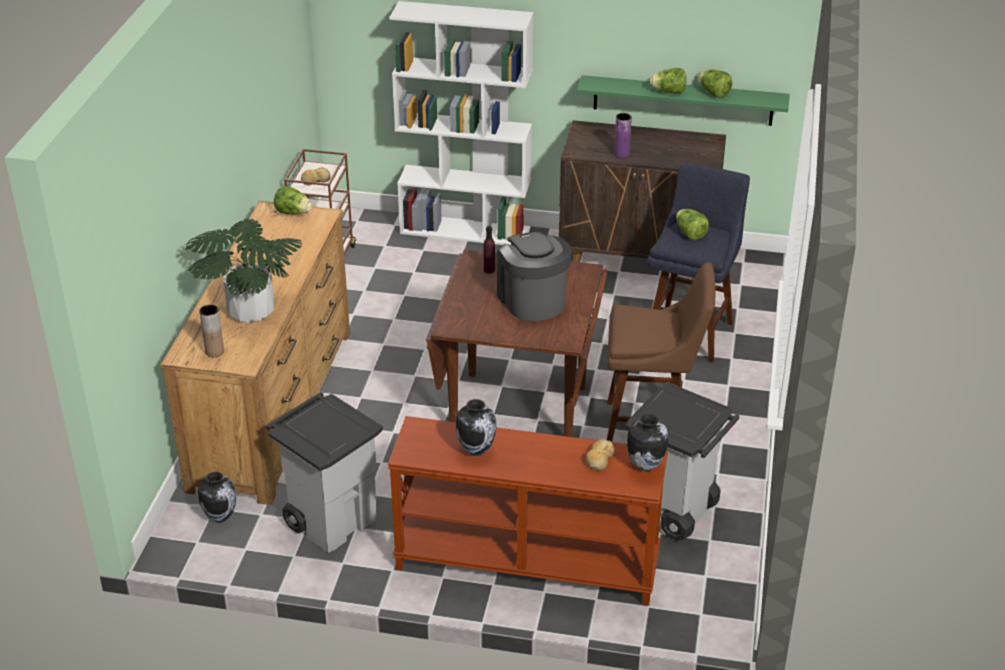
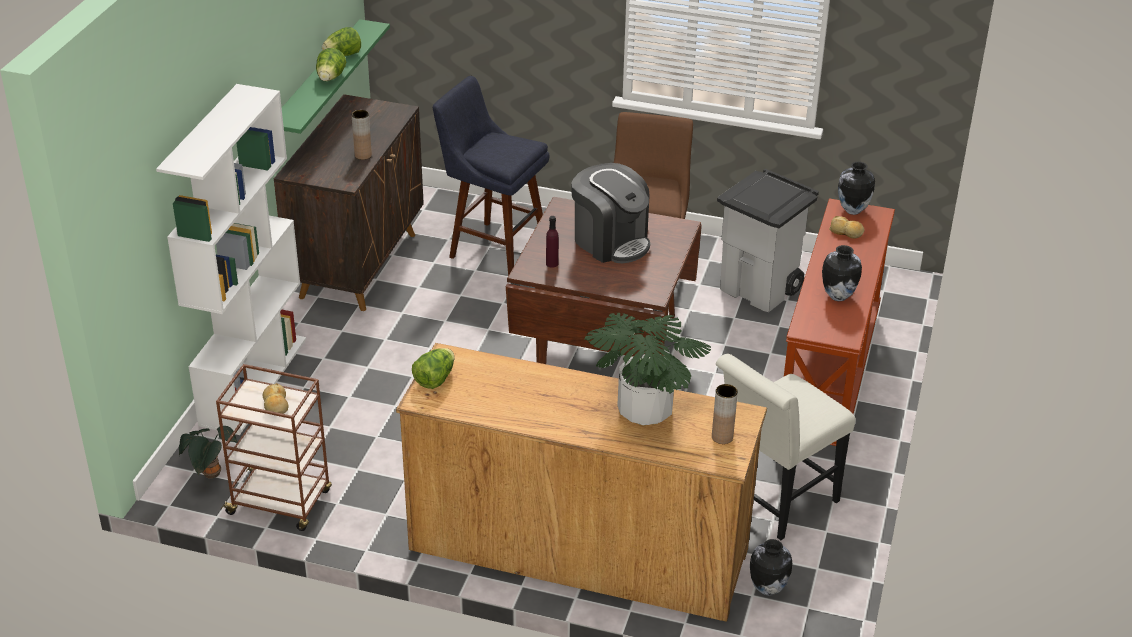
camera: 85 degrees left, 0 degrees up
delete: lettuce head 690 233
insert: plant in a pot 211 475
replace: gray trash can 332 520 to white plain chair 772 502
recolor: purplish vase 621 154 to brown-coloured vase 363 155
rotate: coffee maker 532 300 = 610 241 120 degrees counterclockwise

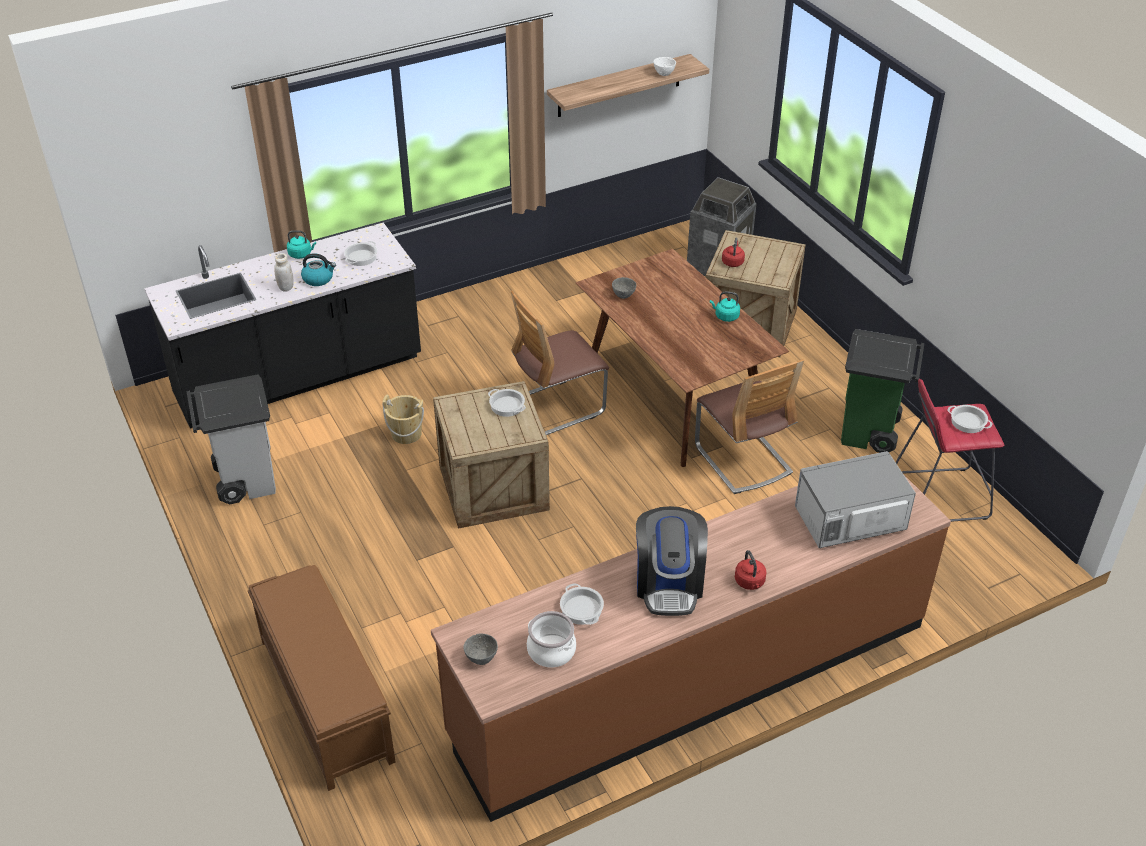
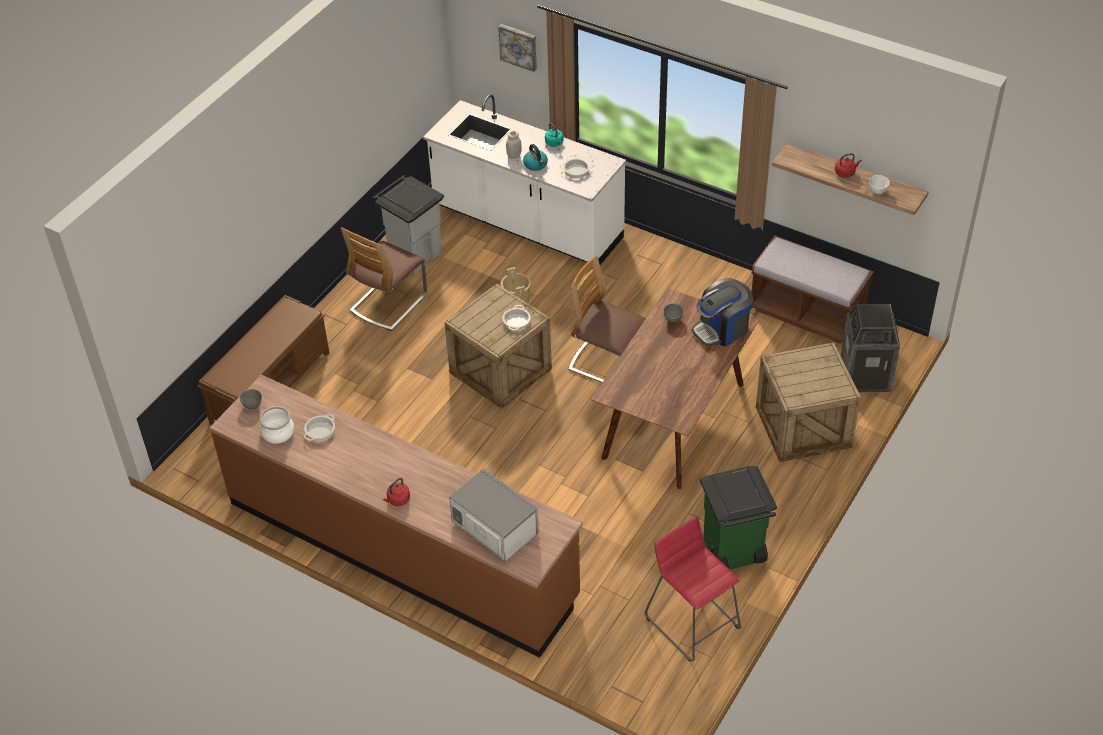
camera: 60 degrees right, 5 degrees up
delete: turquoise-coloured tea kettle 725 316; cooking pot 967 422
insert: wall art 519 46; brown-coloured indoor bench 807 314
move: reddish tea kettle 732 262 to 845 173; plain chair 742 459 to 388 303; coffee maker 669 583 to 722 329
recolor: black-coloured kitchen base unit 299 378 to white kitchen base unit 527 224

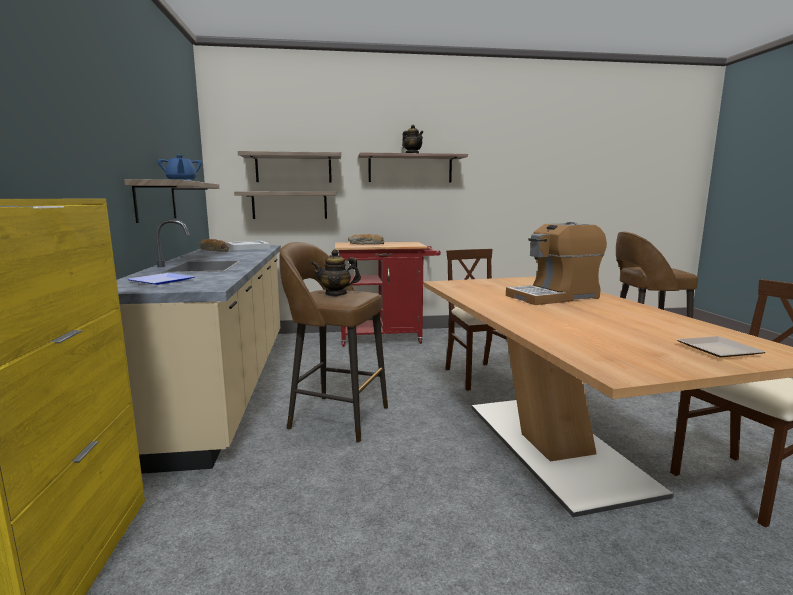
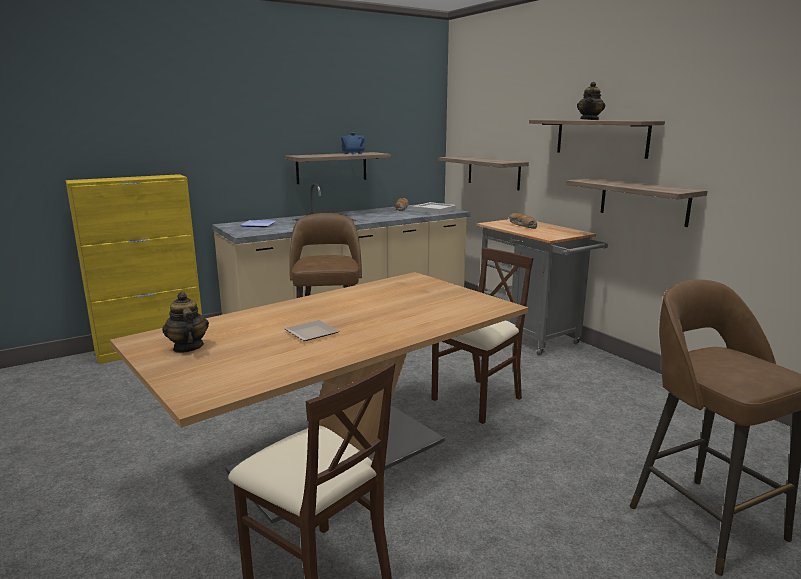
camera: 65 degrees right, 5 degrees up
delete: coffee maker 554 297
move: bracket shelf 293 168 to 643 201; tea pot 336 294 to 187 347; dinner plate 722 350 to 311 334
recolor: reddish wheeled cart 386 338 to gray wheeled cart 532 337

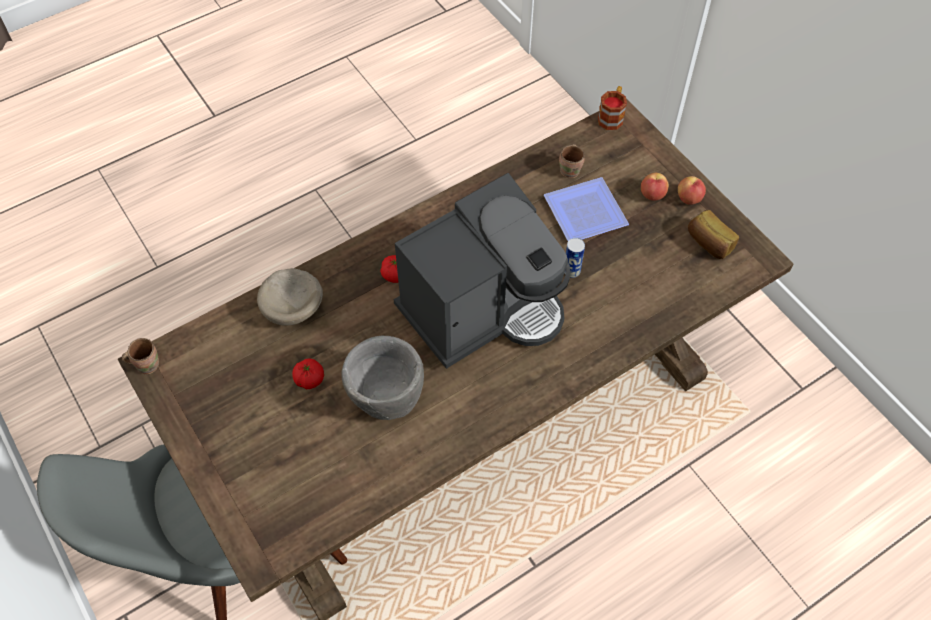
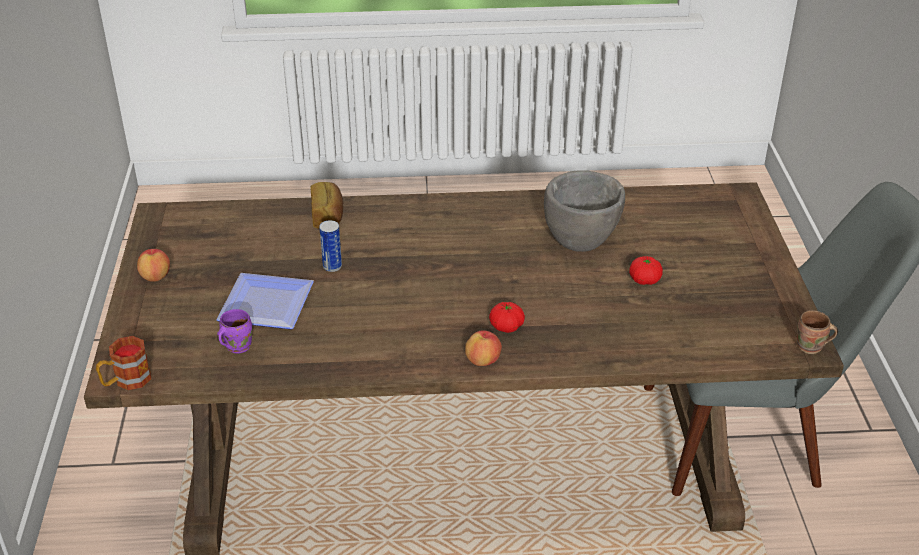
camera: 150 degrees left, 20 degrees down
delete: coffee maker 482 308; sand-coloured serving bowl 294 308
move: apple 652 195 to 483 360; bread 709 243 to 328 216
recolor: brown-coloured tea mug 571 170 to purplish tea mug 236 346

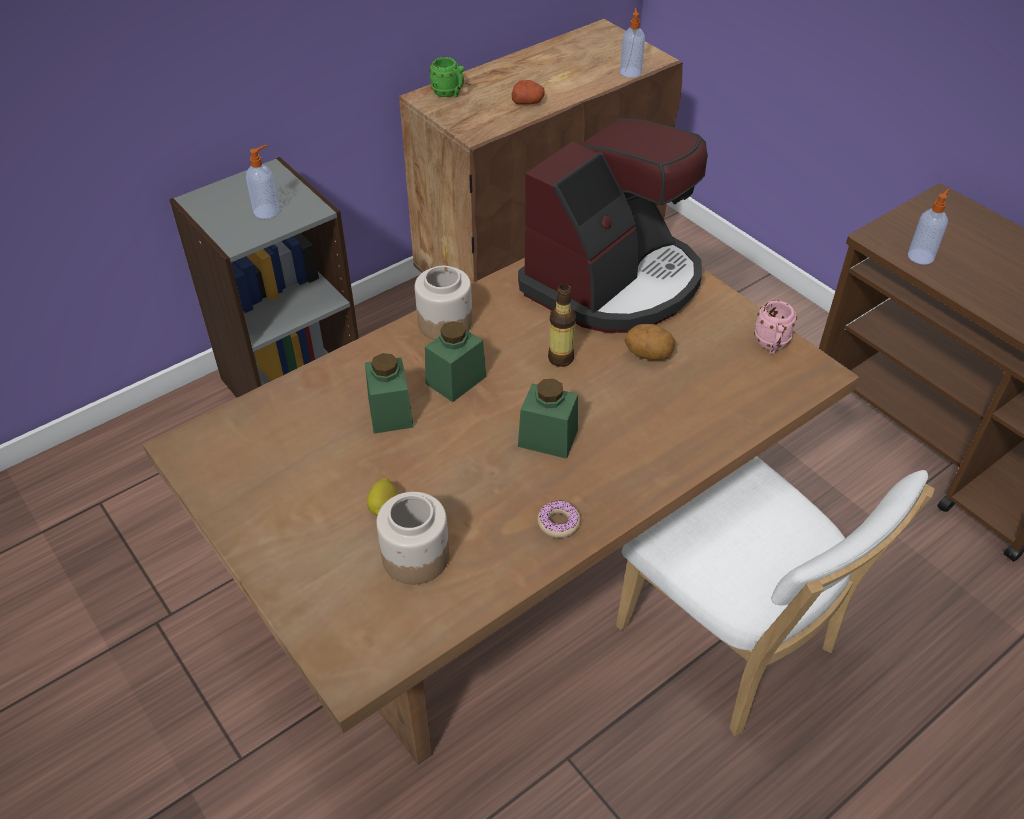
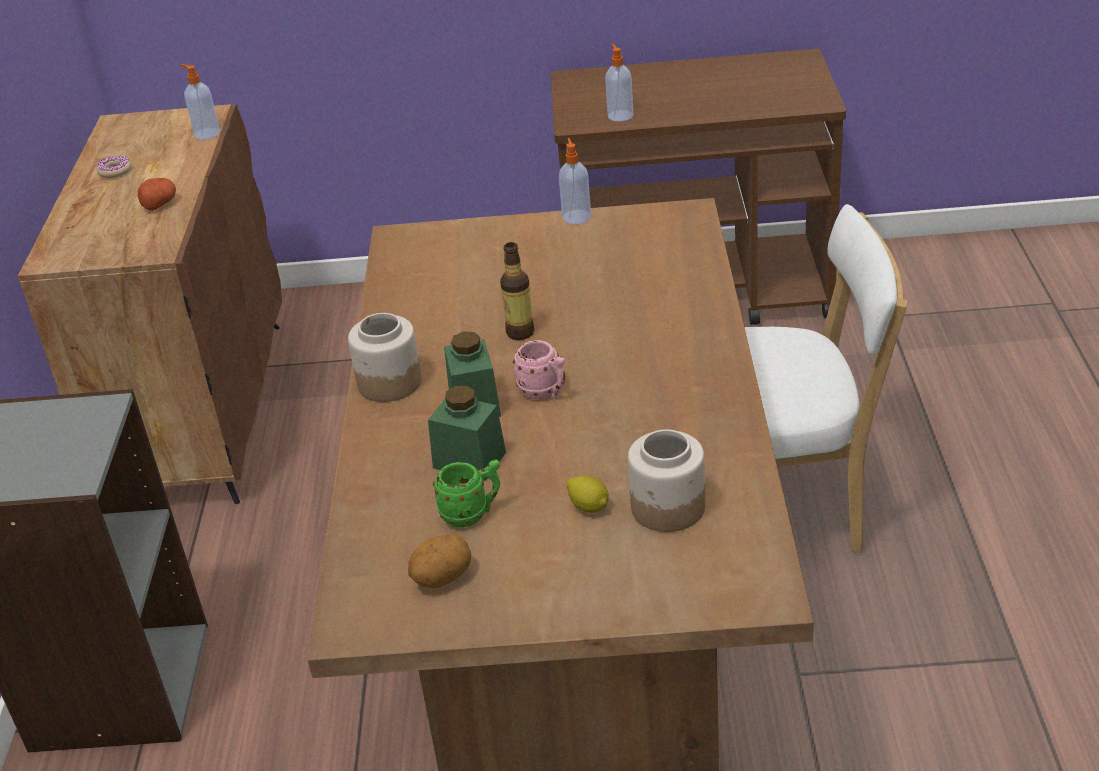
camera: 50 degrees left, 10 degrees down
delete: coffee maker 613 282; green jar 548 438
move: green tea mug 449 94 to 472 514; liquid soap bottle 267 211 to 576 216; pink tea mug 771 345 to 545 393; potato 648 354 to 442 578; ring doughnut 558 523 to 115 171

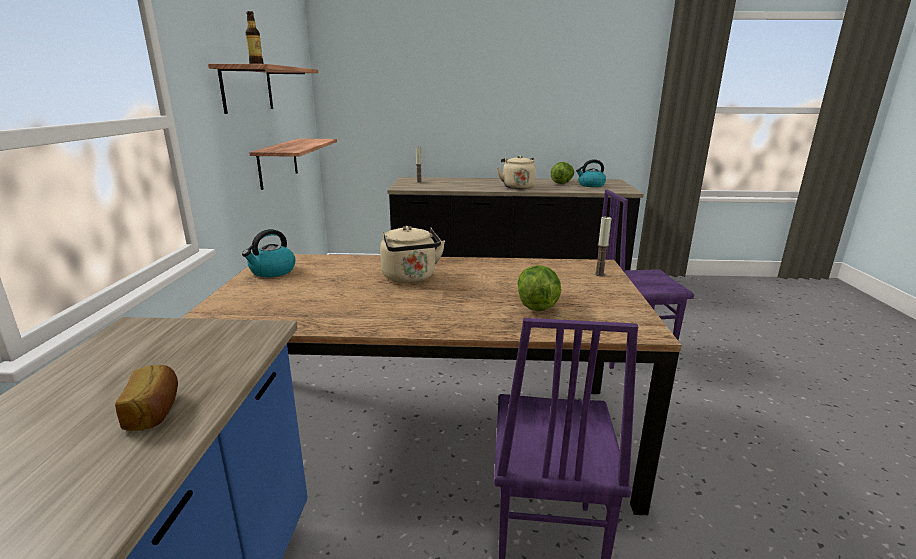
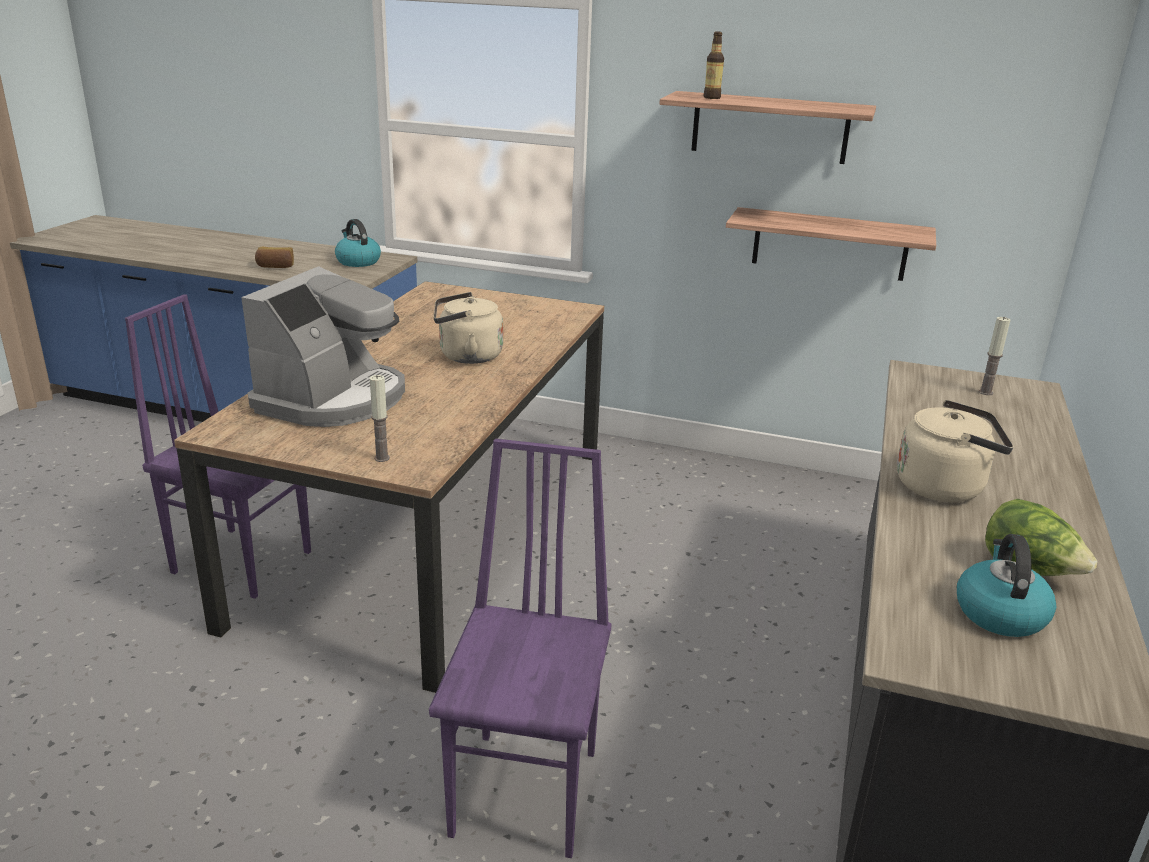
camera: 105 degrees right, 5 degrees up
move: tea kettle 272 271 to 357 261
replace: lettuce head 537 304 to coffee maker 333 399

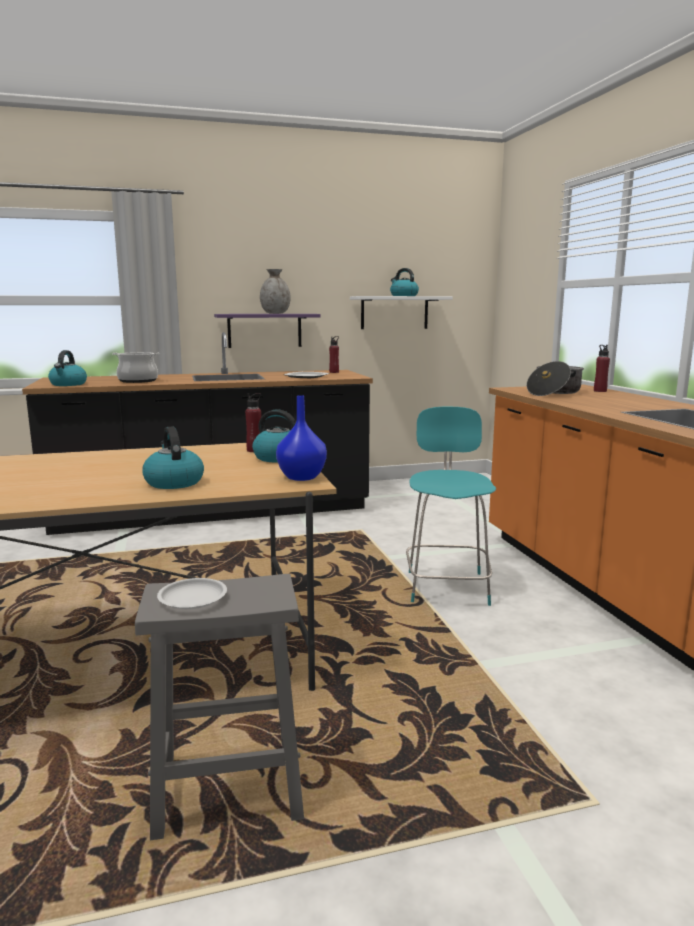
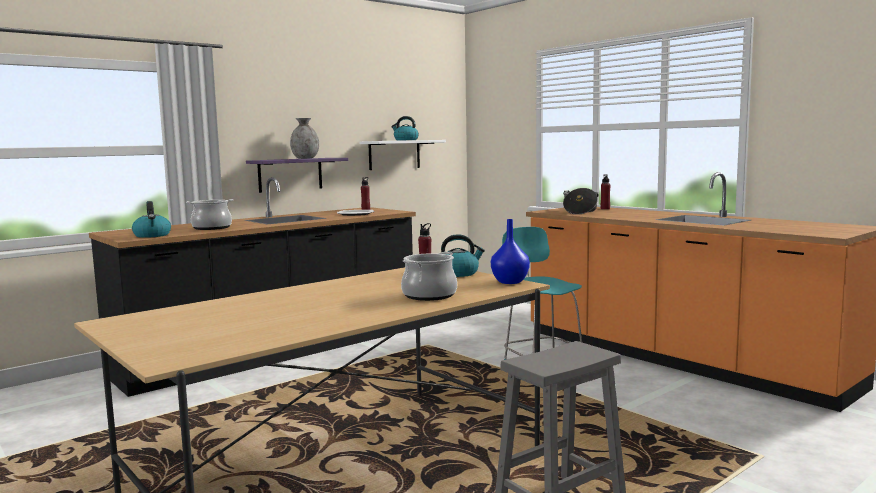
camera: 25 degrees left, 5 degrees down
delete: white dinner plate 192 598
replace: tea kettle 173 482 to cooking pot 429 295

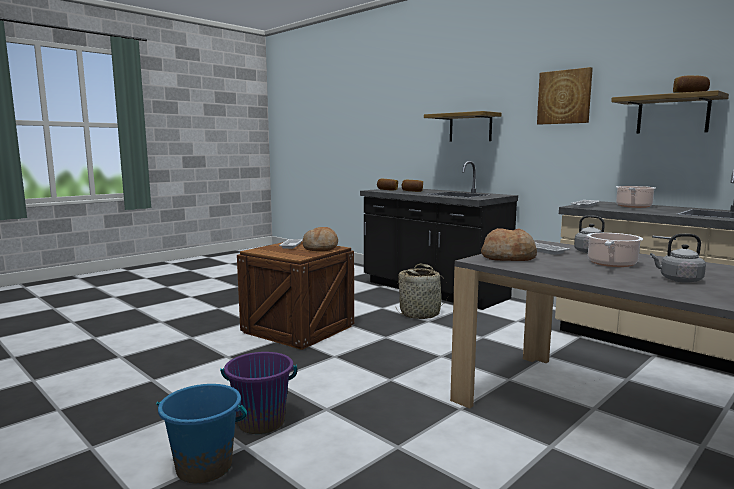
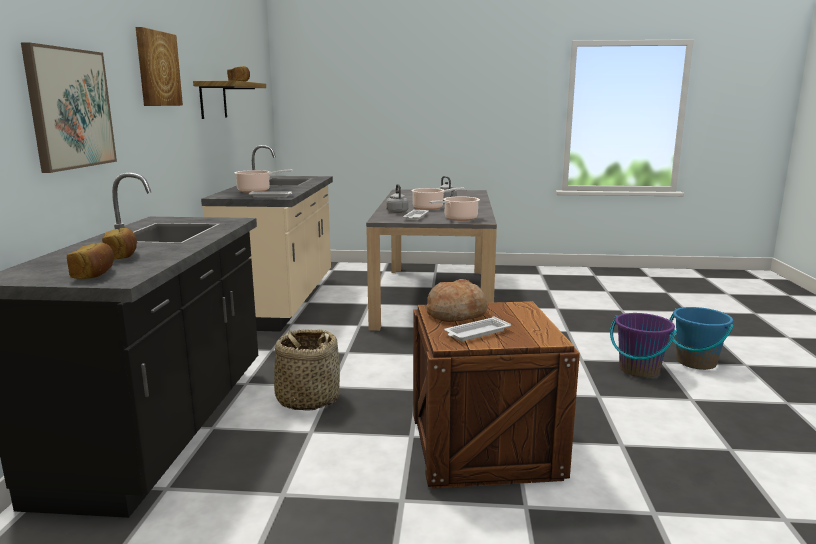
camera: 130 degrees left, 5 degrees up
replace: bracket shelf 470 127 to wall art 70 108; bread 508 257 to cooking pot 459 219

